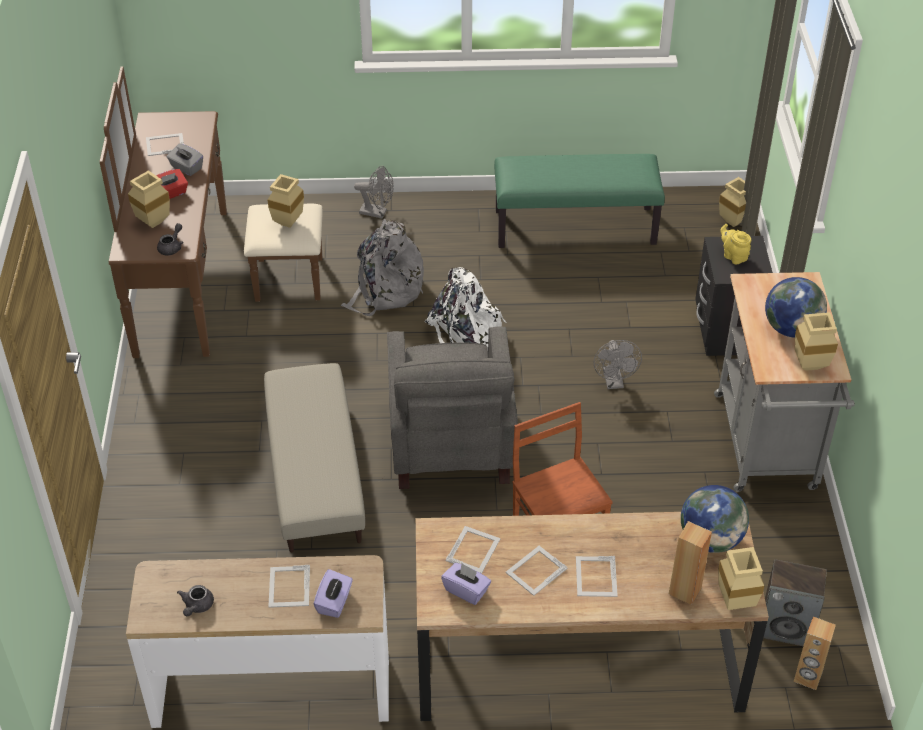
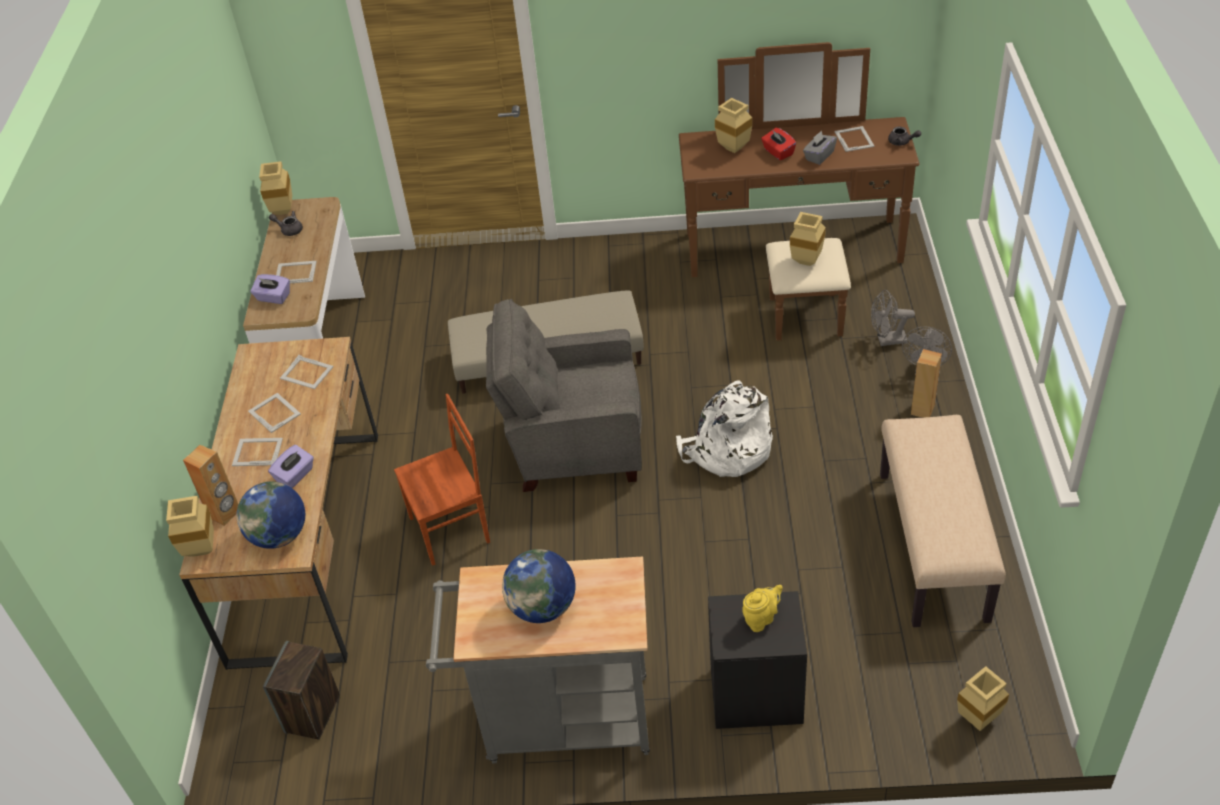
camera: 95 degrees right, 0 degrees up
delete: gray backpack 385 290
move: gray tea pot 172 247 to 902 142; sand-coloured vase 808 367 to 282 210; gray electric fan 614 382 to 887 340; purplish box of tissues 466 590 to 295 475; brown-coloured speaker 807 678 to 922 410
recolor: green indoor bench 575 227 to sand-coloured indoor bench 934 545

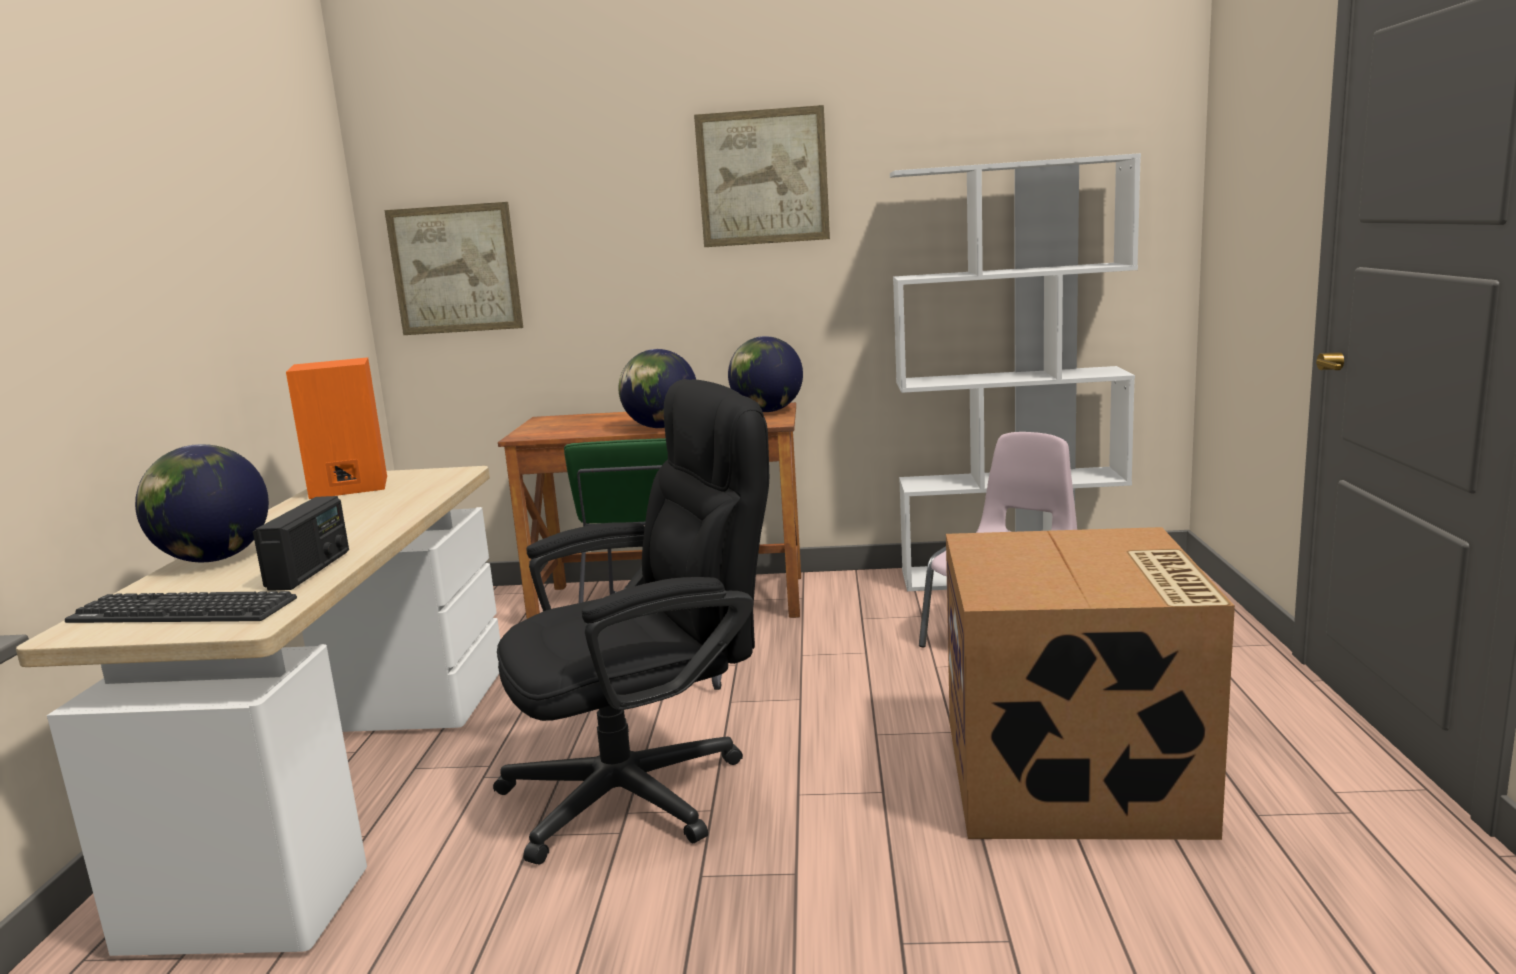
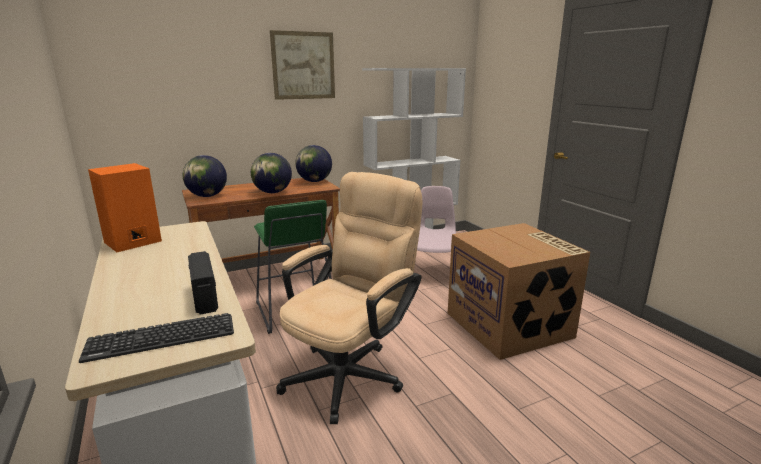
camera: 30 degrees left, 5 degrees up
delete: wall art 455 269
move: world globe 215 559 to 207 196
recolor: black-coloured desk chair 647 788 to sand-coloured desk chair 351 372

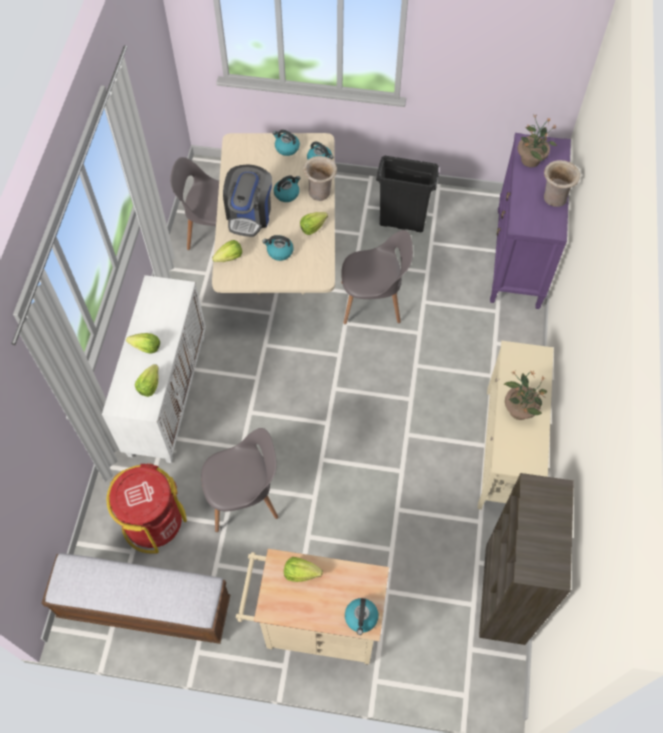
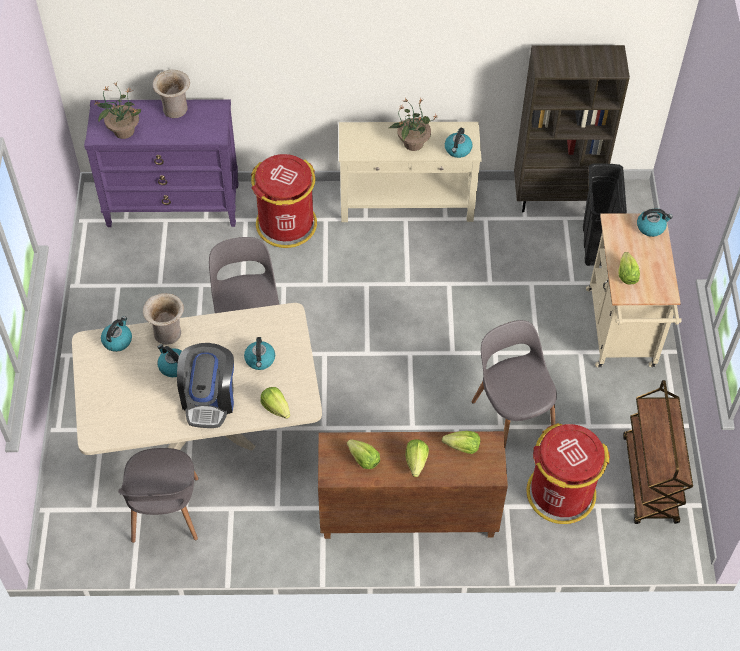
camera: 100 degrees left, 5 degrees down
insert: reddish trash can 286 224
move: tea kettle 286 148 to 458 150; black-coloured trash can 402 222 to 594 245; lettuce head 313 227 to 363 459
replace: indoor bench 144 607 to brown-coloured wheeled cart 650 480
recolor: white storage cabinet 166 394 to brown-coloured storage cabinet 407 515
rotate: coffee maker 249 214 = 209 399 90 degrees clockwise

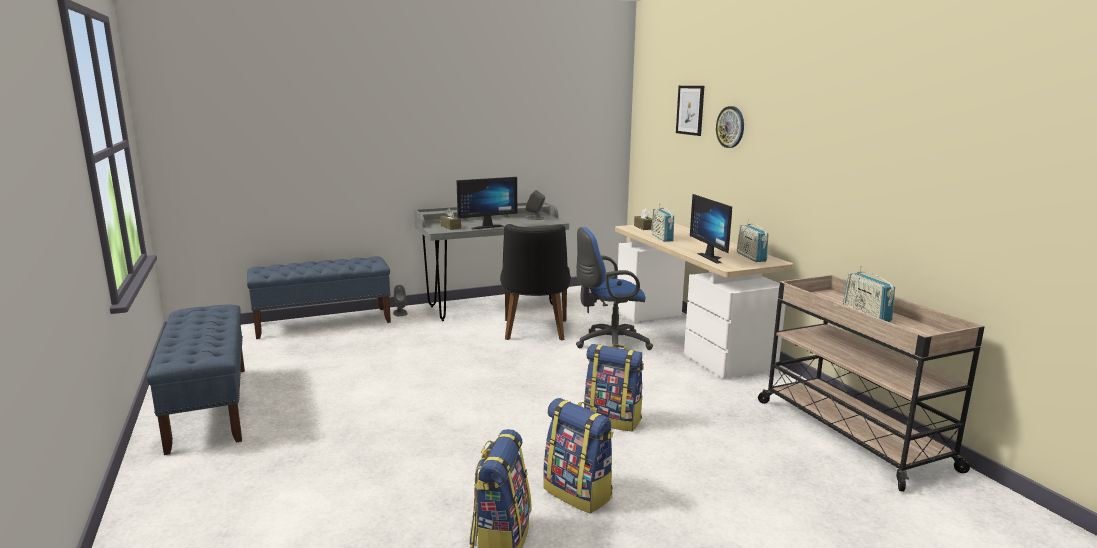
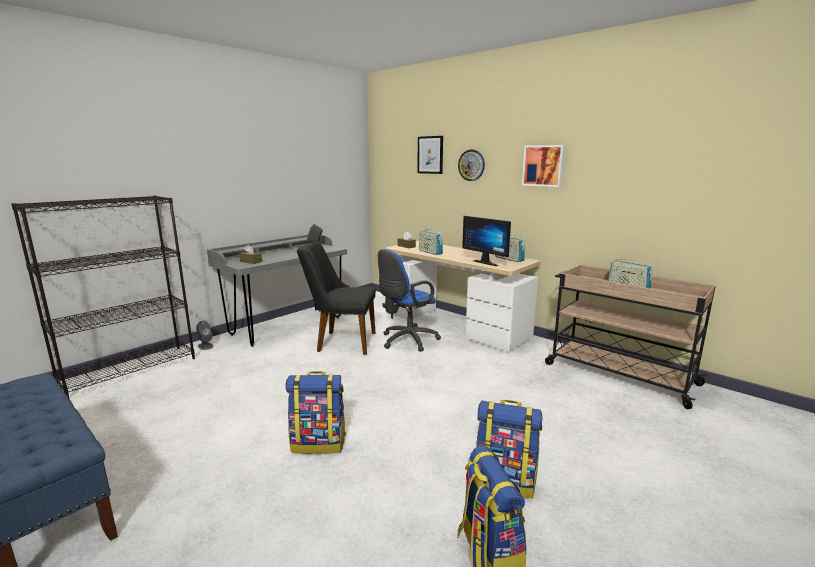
camera: 25 degrees left, 0 degrees up
delete: monitor 485 226
insert: wall art 543 165
move: backpack 613 420 to 319 443
replace: bluish indoor bench 324 322 to black-coloured bookcase 130 370
rotate: black-coloured plain chair 534 332 = 341 342 120 degrees clockwise

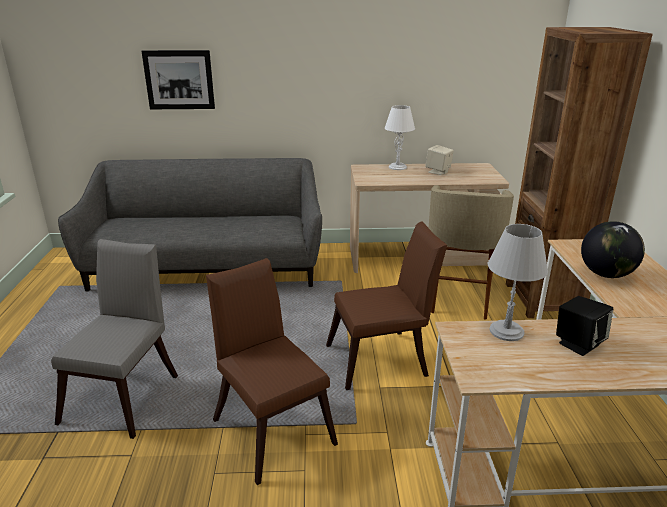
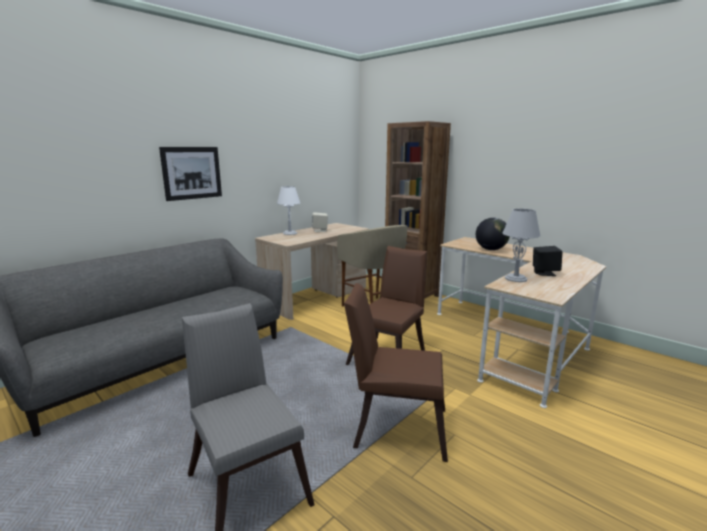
camera: 45 degrees left, 10 degrees down
move: wall art 179 80 to 192 173

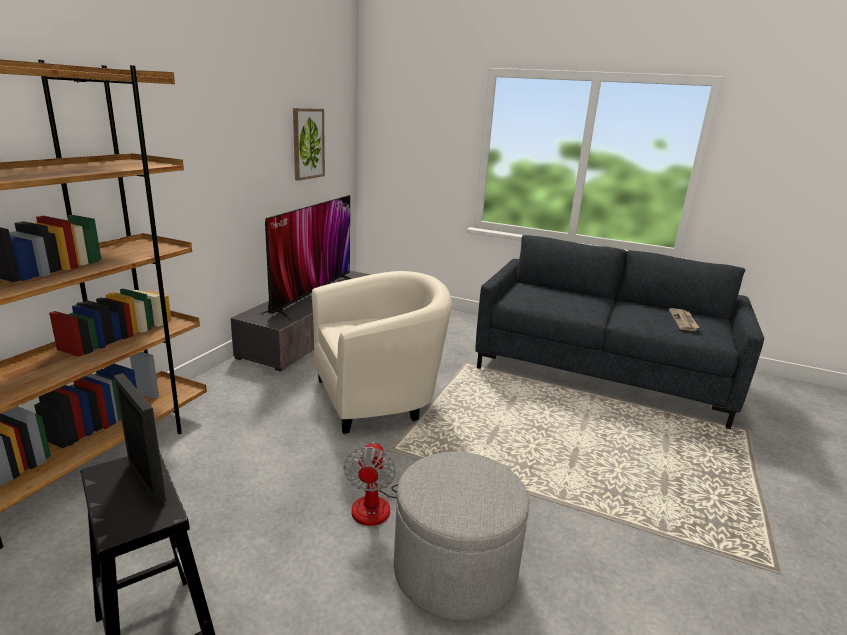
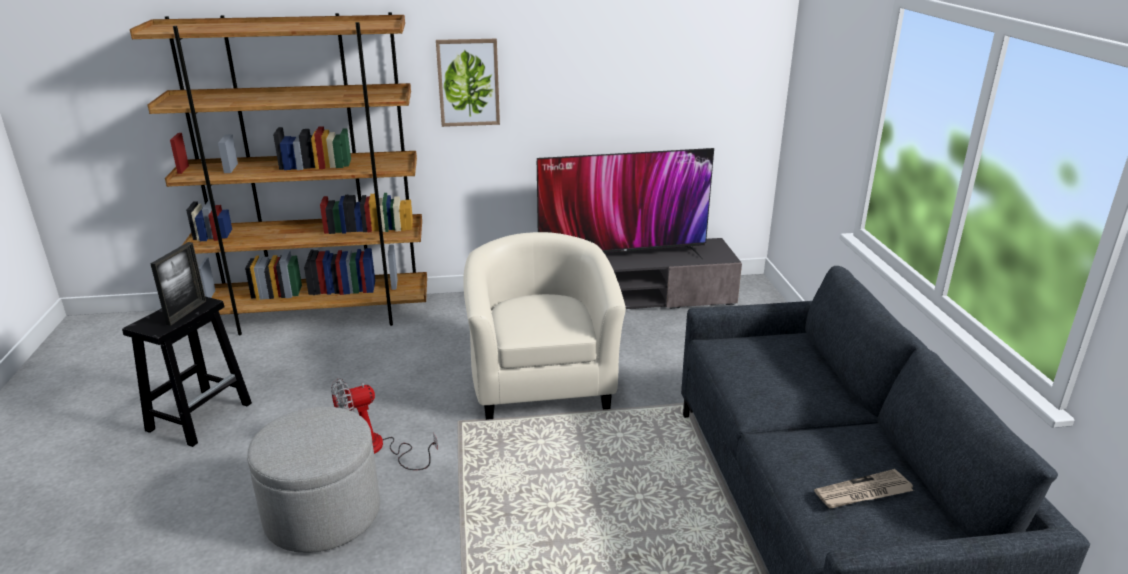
camera: 60 degrees right, 5 degrees up
move: wall art 308 143 to 468 82
rotate: sand-coloured lounge chair 379 397 = 541 381 135 degrees counterclockwise

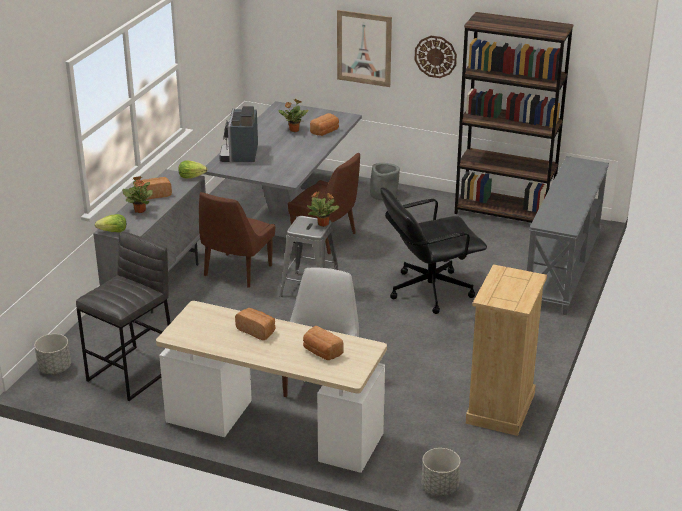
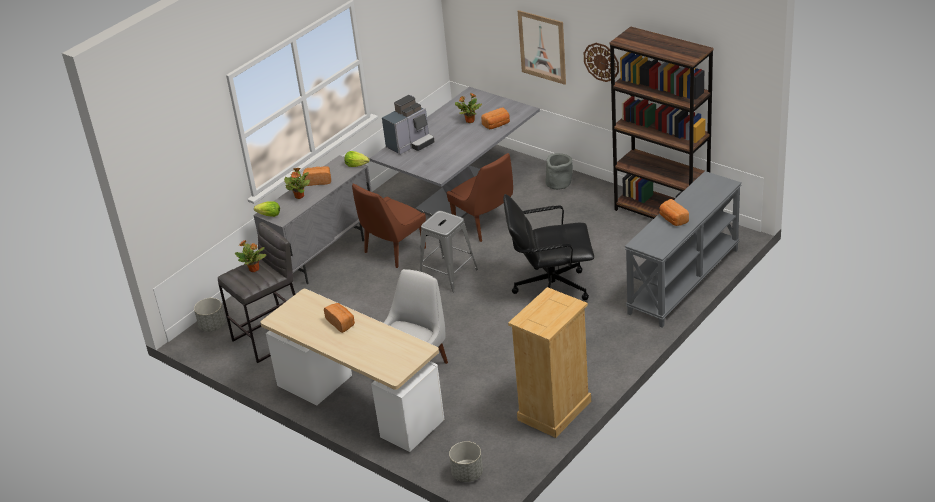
camera: 20 degrees right, 5 degrees up
move: plant in a pot 323 224 to 254 269; bread 321 352 to 673 219
rotate: coffee maker 240 154 = 410 144 150 degrees counterclockwise

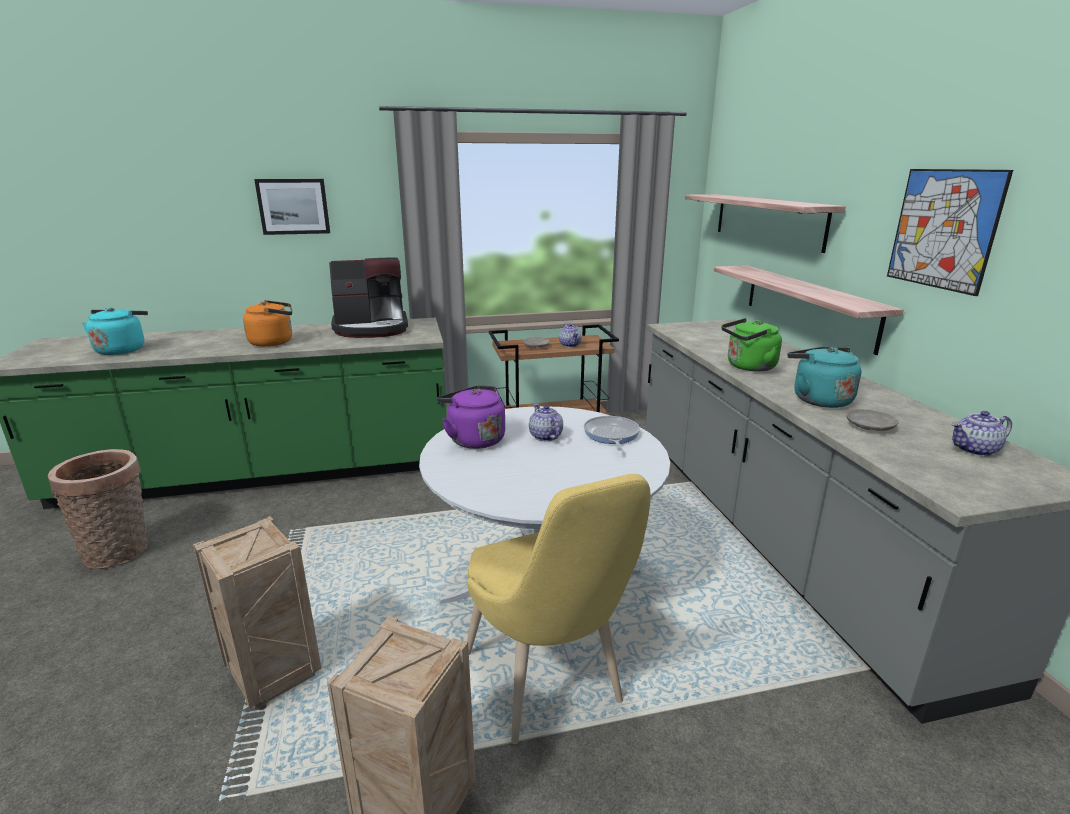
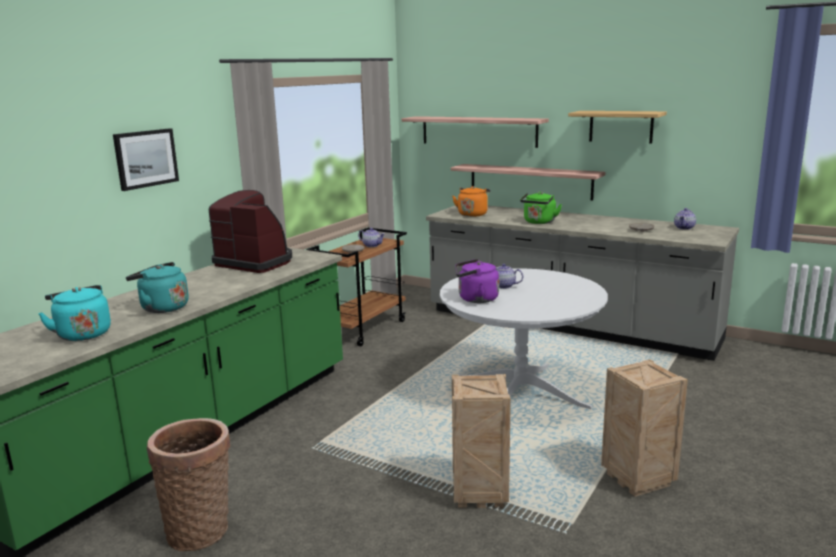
camera: 45 degrees left, 5 degrees down
delete: frying pan 611 435; yellow-coloured plain chair 548 684
move: orange-coloured tea kettle 274 342 to 472 214; turquoise-coloured tea kettle 818 399 to 162 308
replace: wall art 943 229 to bracket shelf 621 126
rotate: coffee maker 372 329 = 255 262 90 degrees counterclockwise

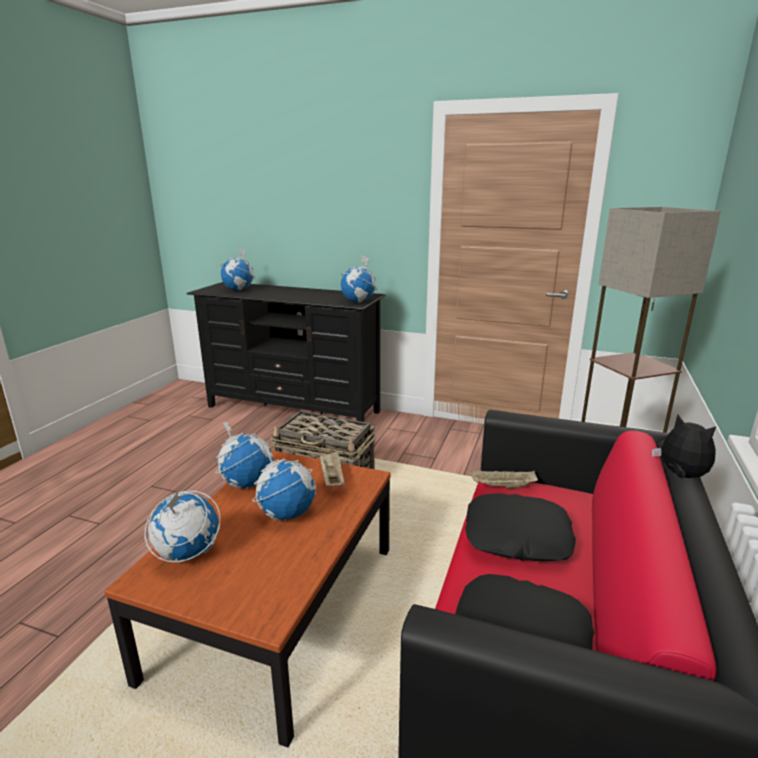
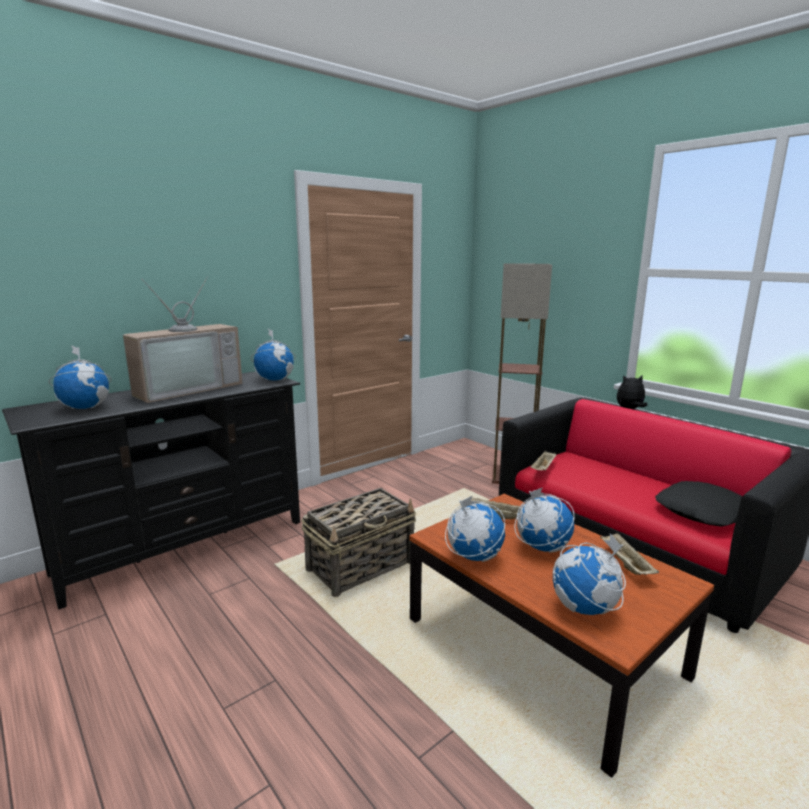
camera: 60 degrees left, 5 degrees down
delete: black-coloured cushion 517 537
insert: TV 187 388; sand-coloured serving tray 625 564

